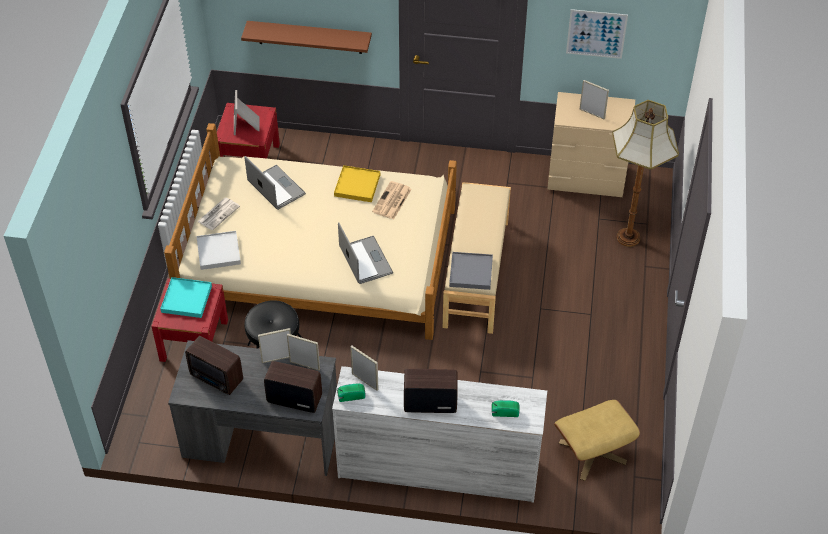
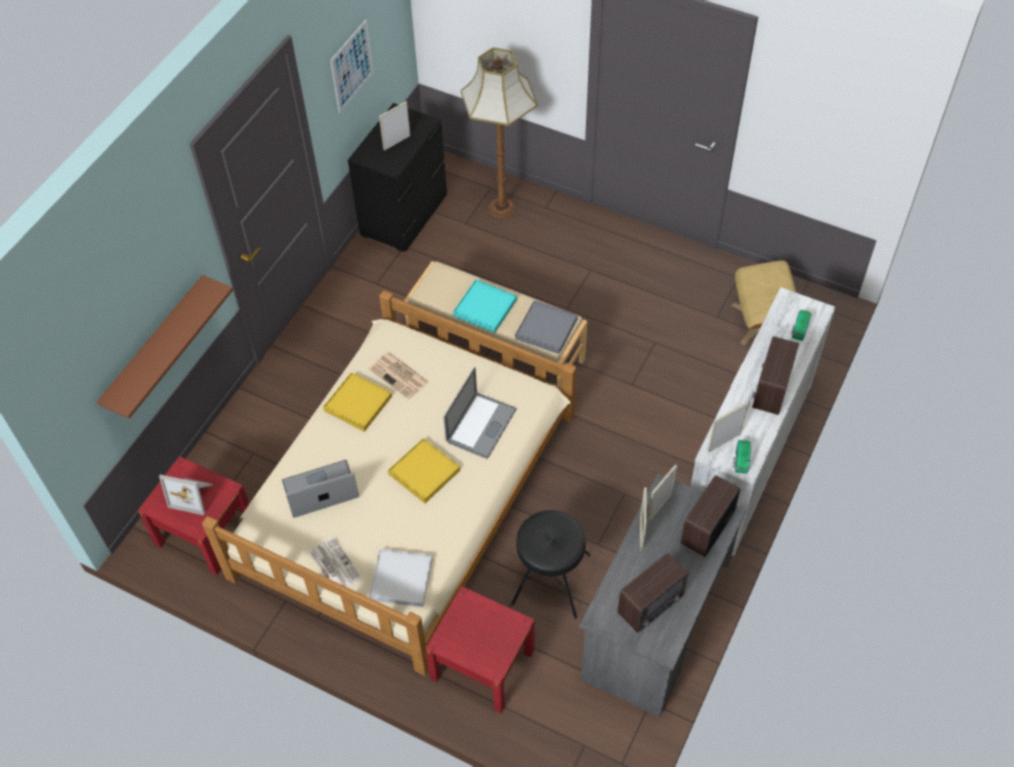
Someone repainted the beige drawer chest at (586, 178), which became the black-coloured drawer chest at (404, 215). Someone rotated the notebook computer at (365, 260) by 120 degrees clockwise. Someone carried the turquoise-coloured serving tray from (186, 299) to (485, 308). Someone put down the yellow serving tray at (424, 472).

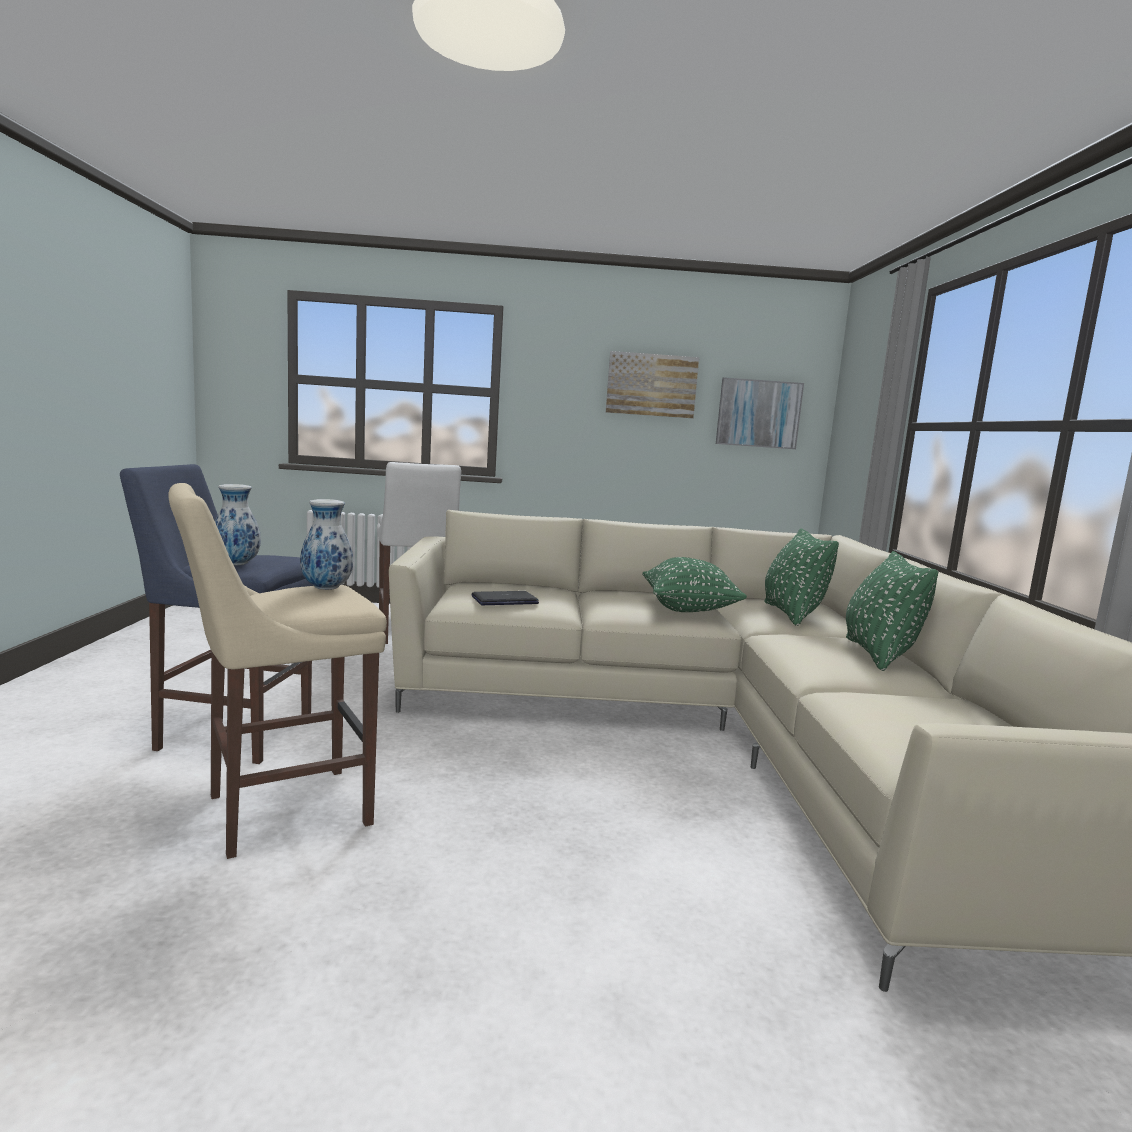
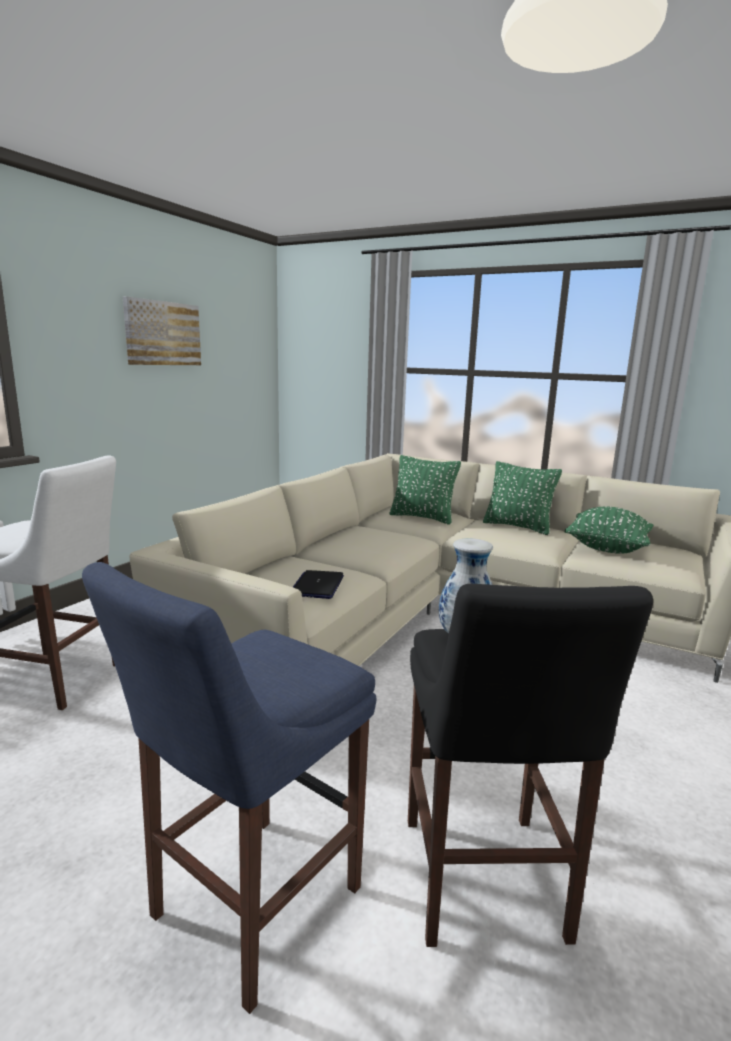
Someone took away the picture at (758, 413). Someone repainted the beige sitting stool at (279, 811), which became the black-coloured sitting stool at (483, 885). Someone took away the flower vase at (237, 564). Someone carried the green cushion from (688, 609) to (607, 548).

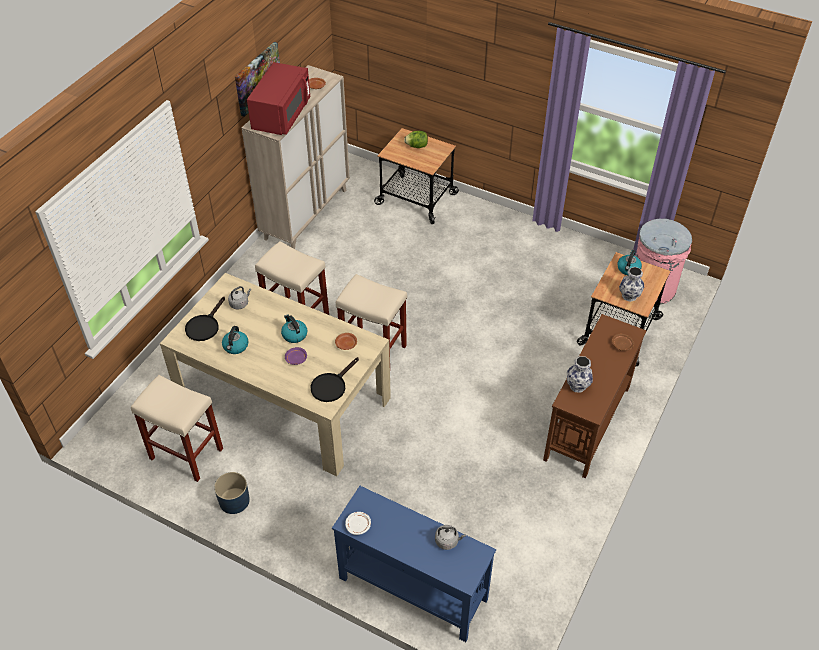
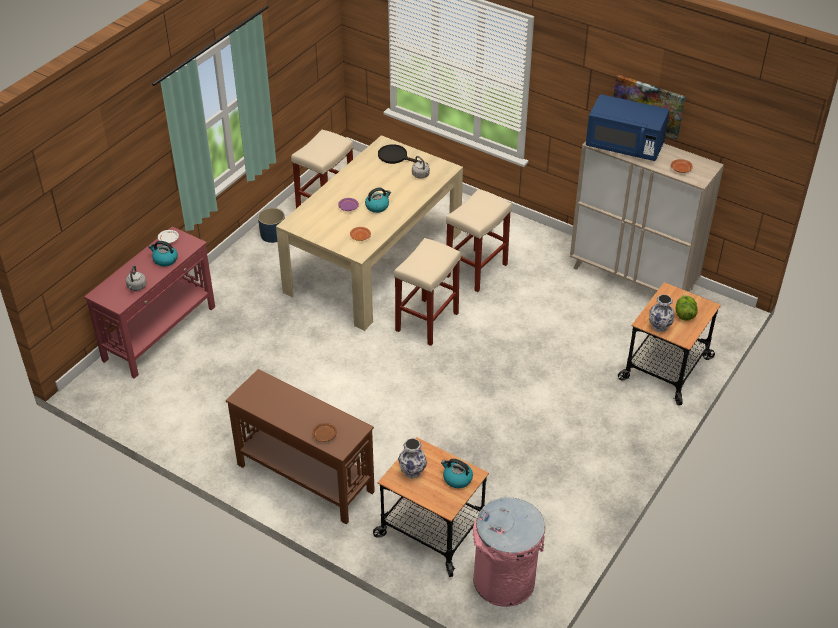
Someone repainted the red microwave oven at (281, 115), which became the bluish microwave oven at (624, 146). Someone carried the kettle from (235, 346) to (165, 260). Someone carried the flower vase from (577, 386) to (659, 326). Someone took away the black-coloured pan at (331, 385). Someone repainted the bluish narrow table at (412, 588), which became the red narrow table at (160, 333).

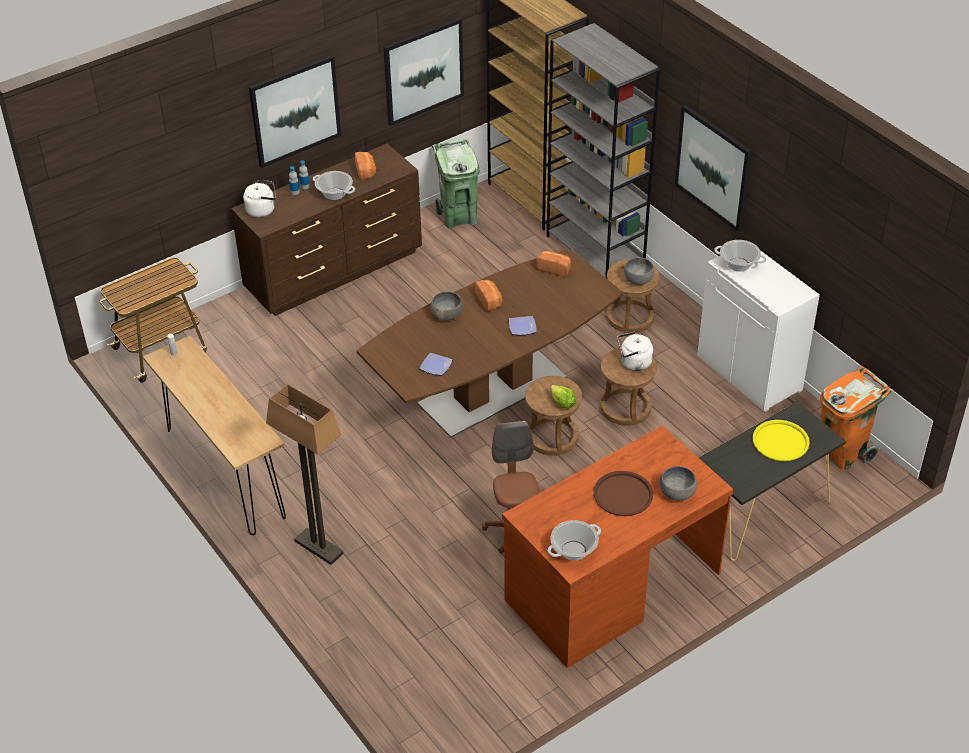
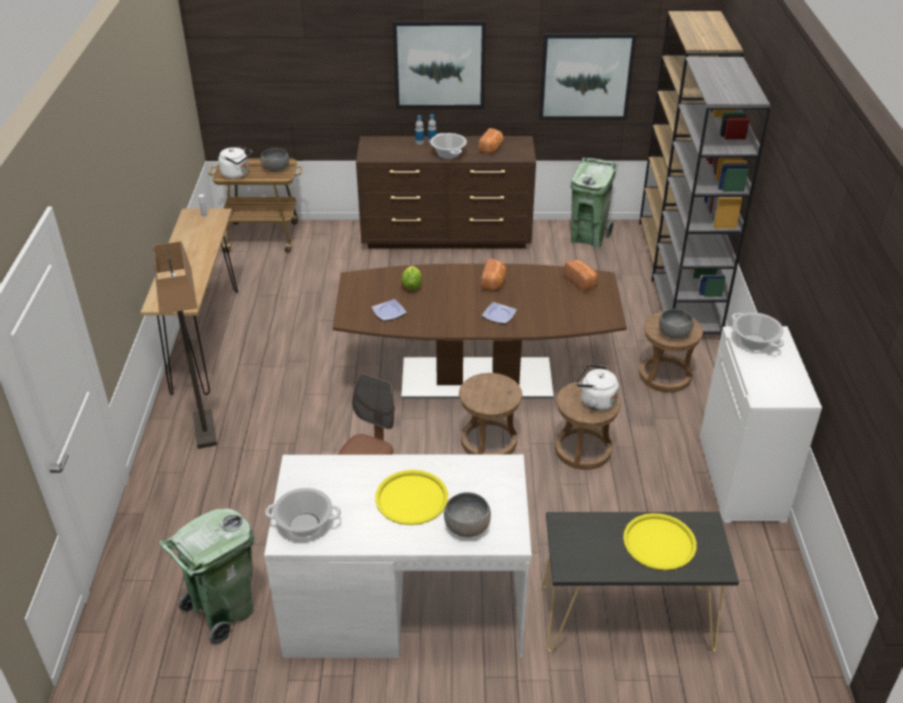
Someone took away the picture at (713, 167). Someone carried the white-coloured kettle from (262, 210) to (237, 174). Someone carried the gray deep dish from (446, 315) to (275, 169). Someone took away the orangey waste bin at (842, 453). Someone carried the lettuce from (562, 404) to (411, 286). Someone repainted the brownish desk table at (611, 586), which became the white-coloured desk table at (404, 604). Someone repainted the brownish serving tray at (623, 494), which became the yellow serving tray at (411, 498). Someone put down the green waste bin at (223, 611).

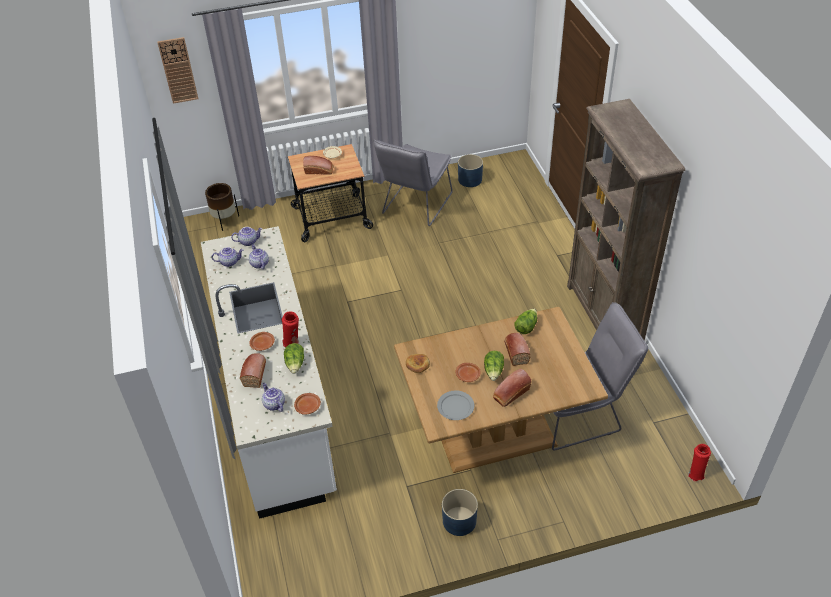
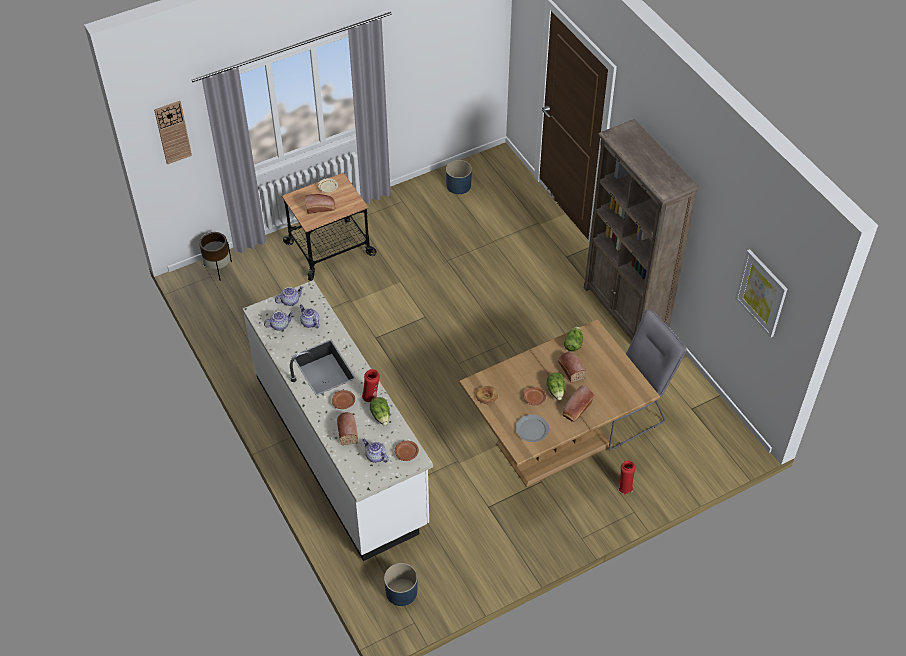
Someone took away the gray upright chair at (415, 206). Someone carried the red flower vase from (695, 473) to (625, 487). Someone carried the bluish plant pot from (459, 521) to (401, 592). Someone put up the picture at (761, 293).

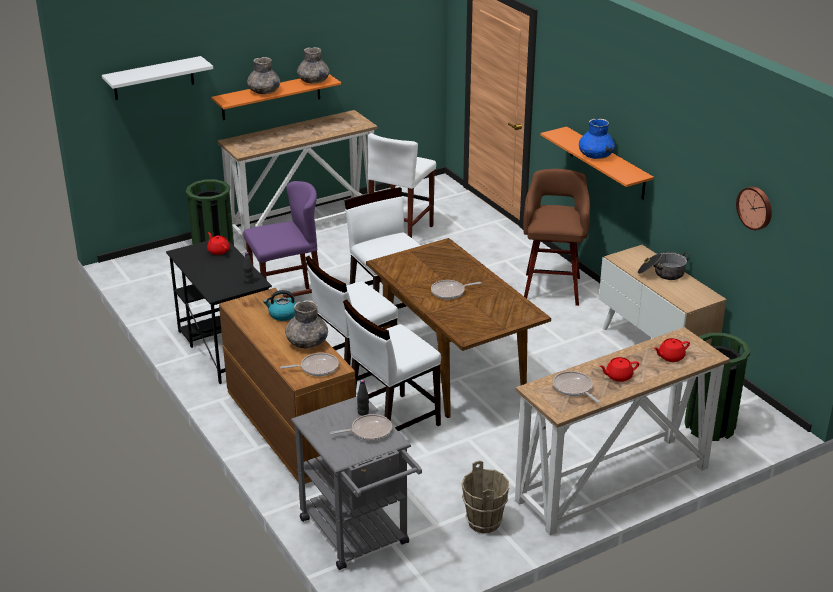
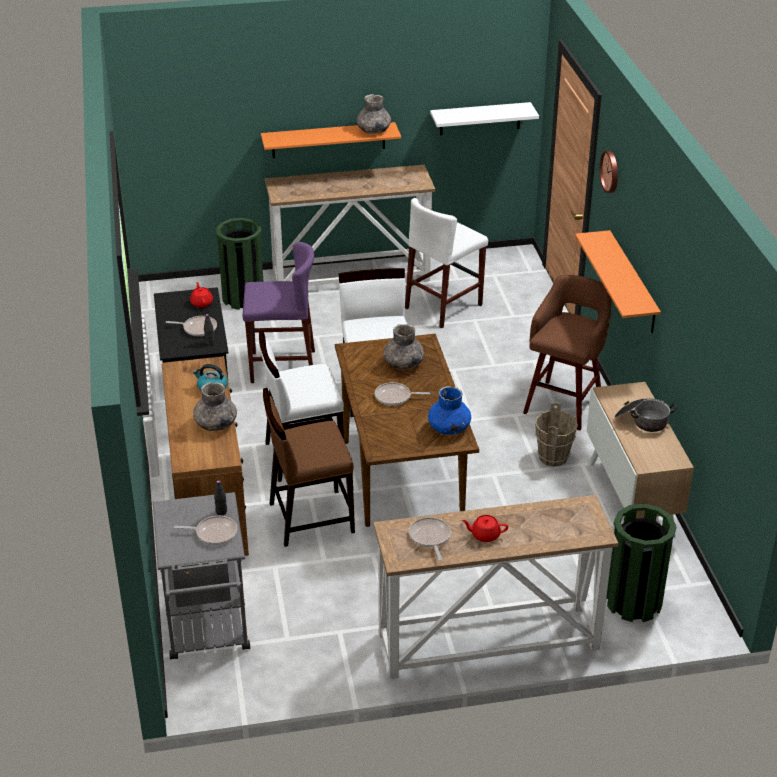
Someone carried the white-coloured shelf from (153, 78) to (480, 118). Someone carried the gray flower vase from (264, 92) to (403, 363). Someone carried the bluish flower vase from (595, 156) to (448, 428). Someone carried the clock on the wall from (755, 207) to (611, 171). Someone repainted the white-coloured upright chair at (392, 421), which became the brownish upright chair at (310, 517). Someone took away the red pot for tea at (670, 357). Someone carried the pan from (317, 368) to (198, 328). Someone carried the brownish pail from (484, 522) to (553, 457).

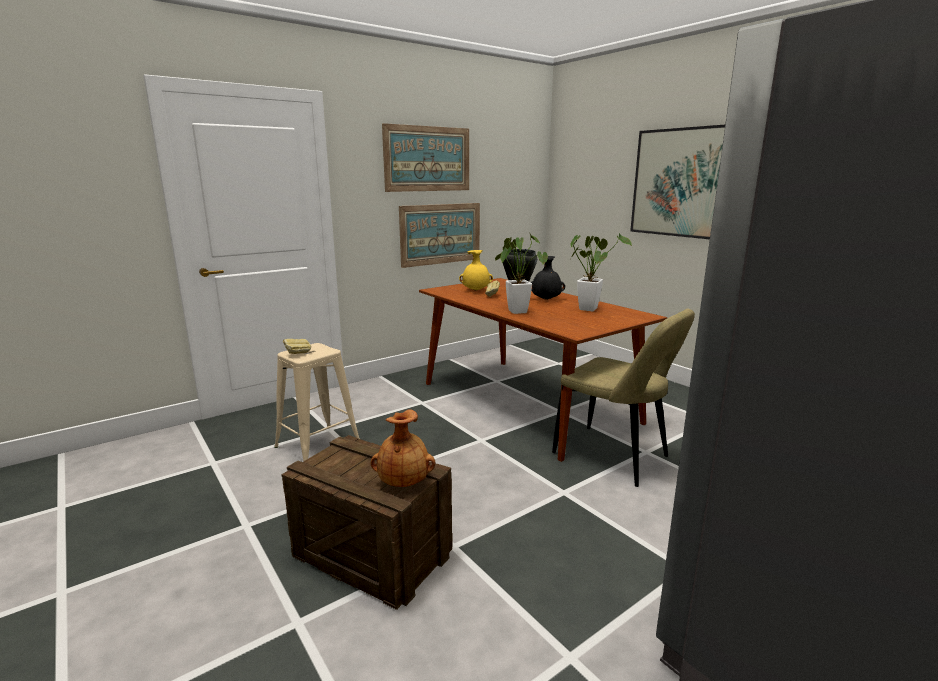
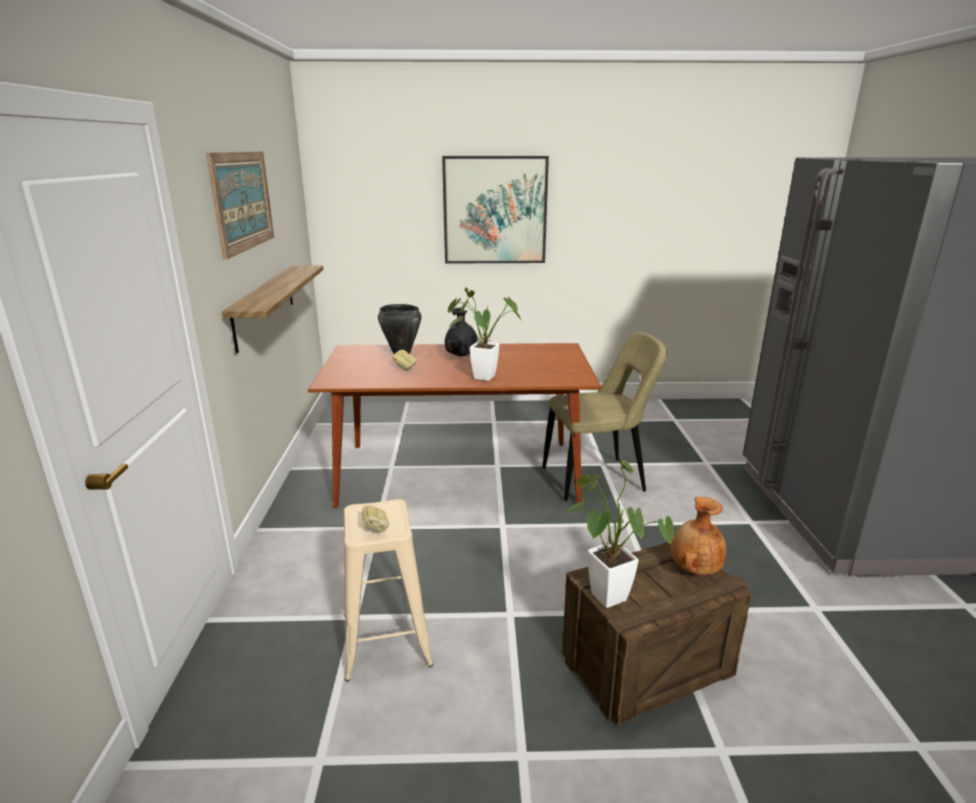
Someone swapped the picture at (441, 234) for the shelf at (264, 305). Someone carried the potted plant from (589, 308) to (604, 592). Someone took away the yellow flower vase at (476, 290).

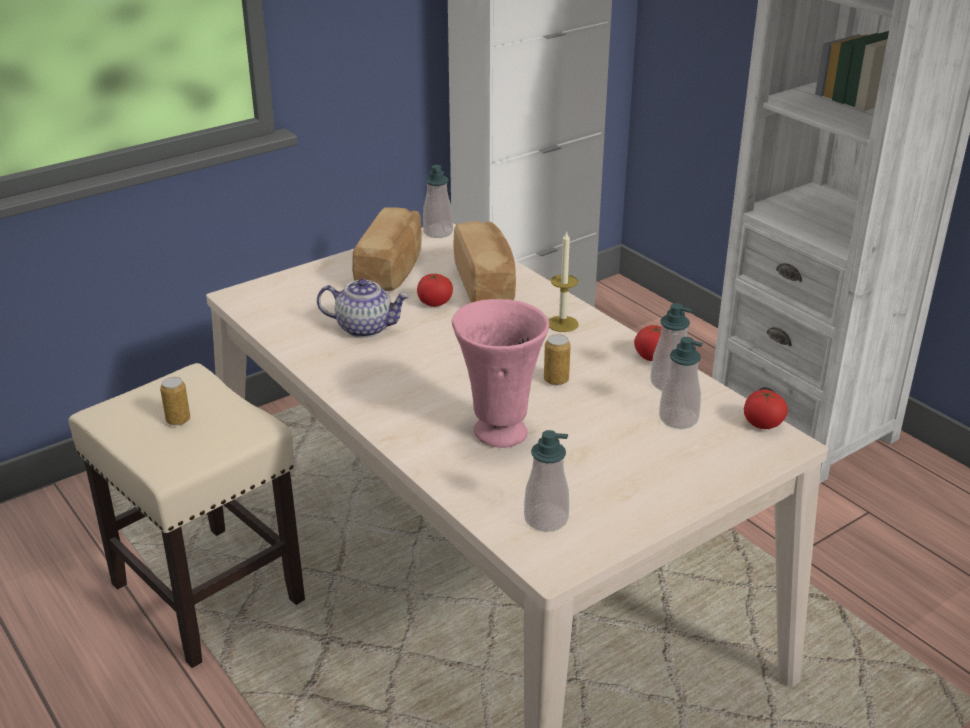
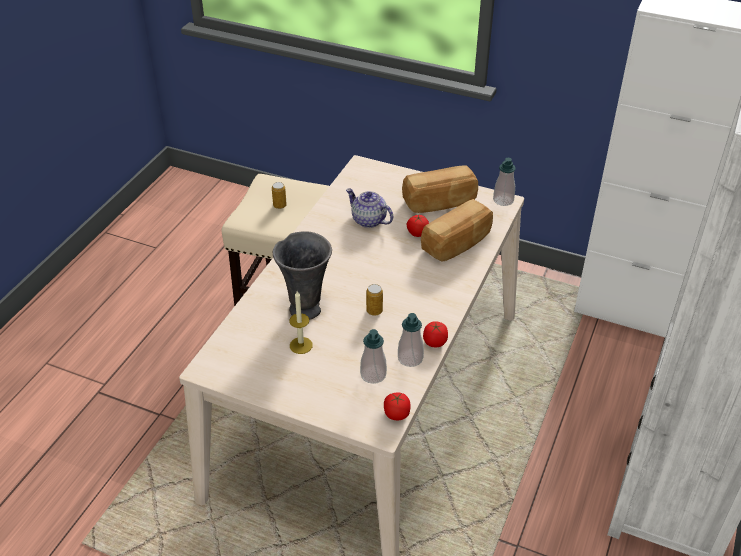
Someone carried the wax candle from (562, 324) to (301, 345). Someone rotated the pot for tea at (365, 328) by 150 degrees clockwise. Someone repainted the pinkish flower vase at (499, 431), which became the gray flower vase at (306, 308). Someone took away the soap dispenser at (546, 519).

